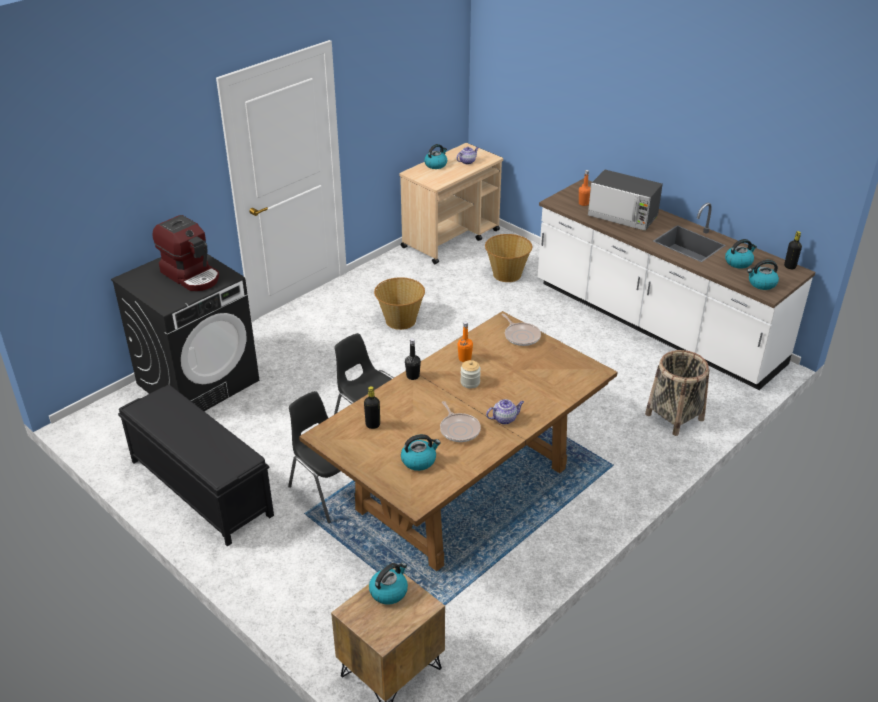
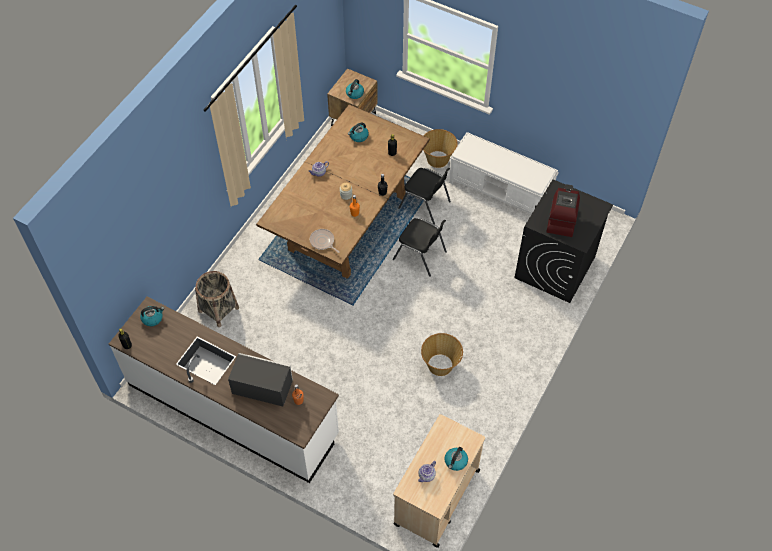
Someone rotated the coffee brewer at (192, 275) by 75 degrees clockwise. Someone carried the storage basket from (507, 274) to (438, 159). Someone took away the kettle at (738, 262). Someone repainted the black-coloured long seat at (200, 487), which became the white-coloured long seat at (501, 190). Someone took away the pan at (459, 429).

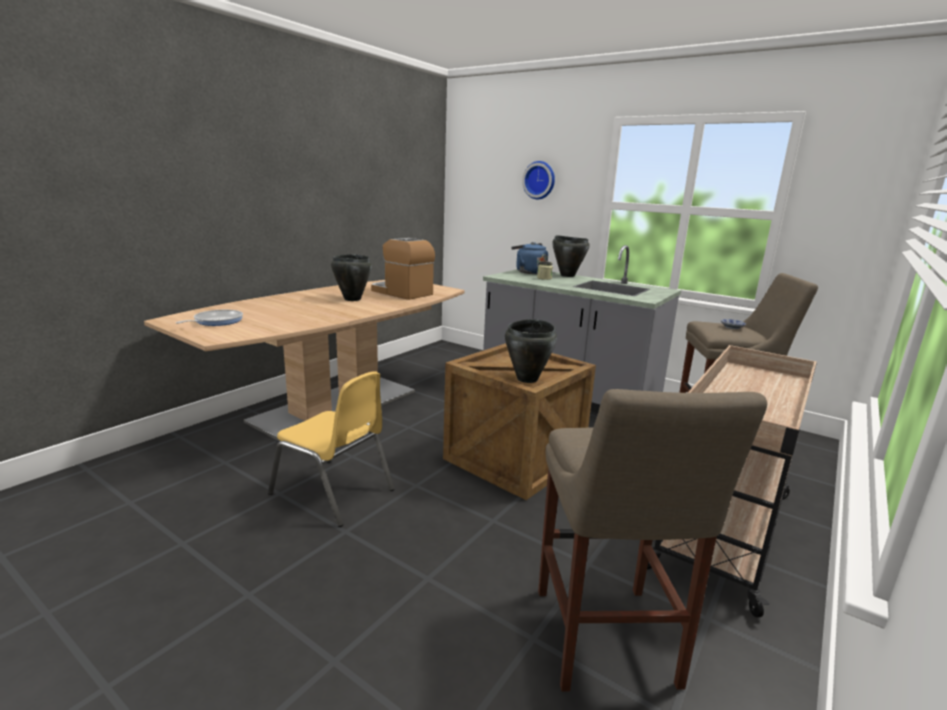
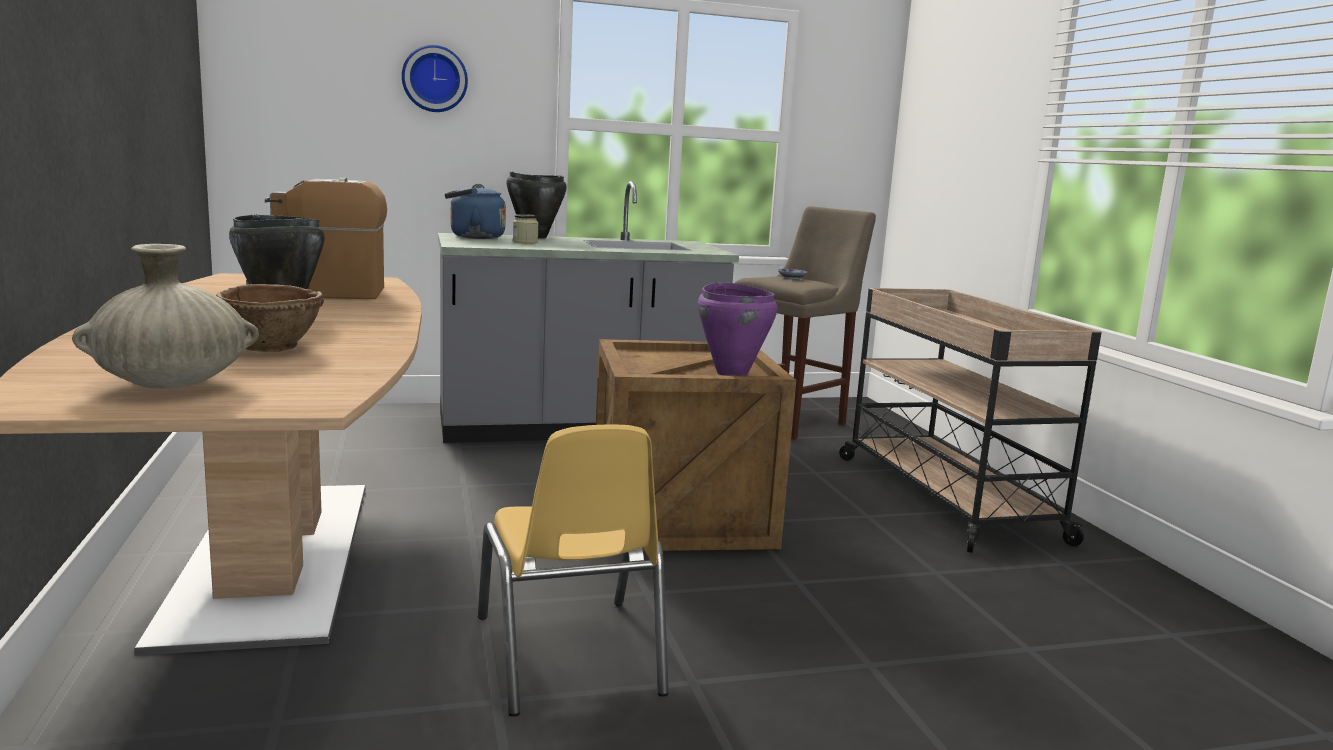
Someone swapped the pan at (216, 321) for the beige flower vase at (172, 384). Someone repainted the black-coloured saucepot at (528, 379), which became the purple-coloured saucepot at (732, 373). Someone rotated the yellow upright chair at (333, 492) by 90 degrees clockwise. Someone took away the beige sitting stool at (605, 642). Someone put down the brownish deep dish at (273, 347).

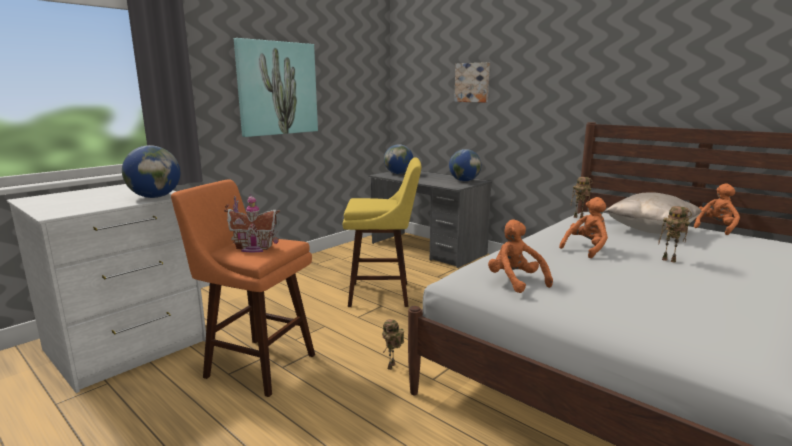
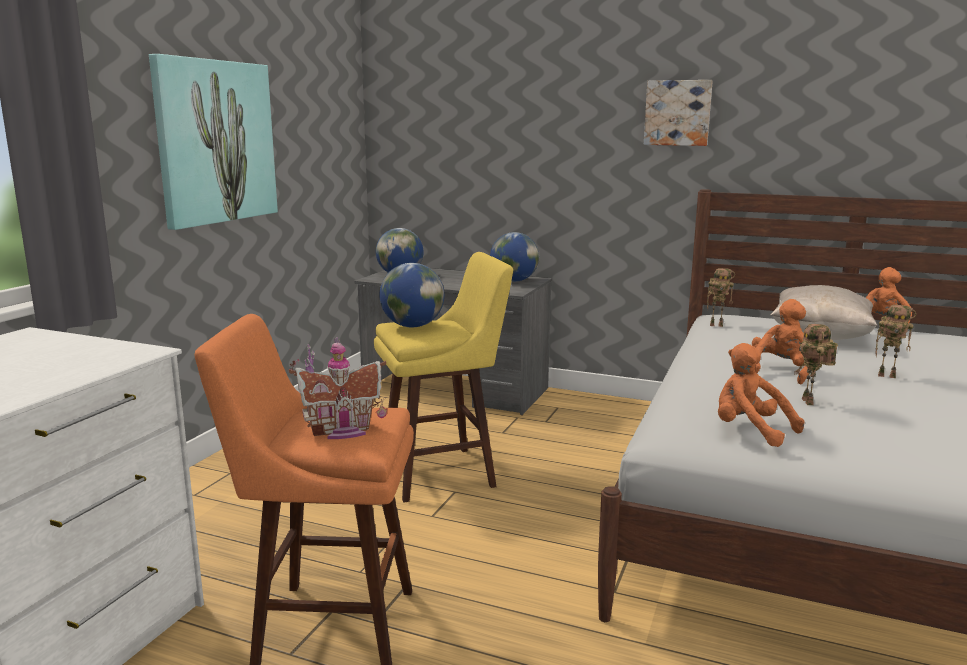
Someone carried the picture from (472, 82) to (677, 113). Someone carried the globe from (155, 197) to (412, 326). Someone carried the model robot from (392, 367) to (810, 402).

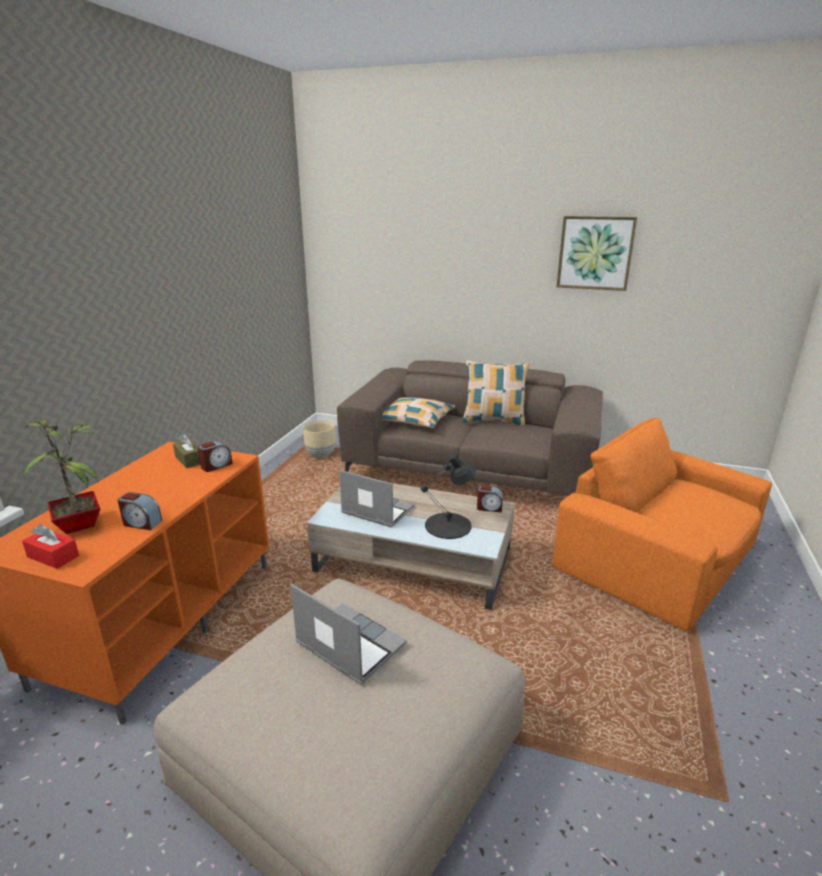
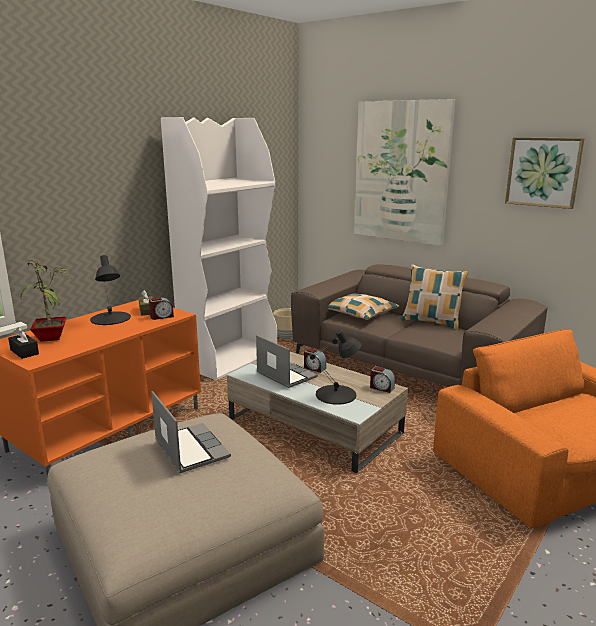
Someone carried the table clock from (141, 523) to (314, 368). Someone repainted the red tissue holder at (53, 556), which became the black-coloured tissue holder at (24, 352). Someone put up the picture at (401, 172). Someone put down the white-coloured shelving unit at (230, 359). Someone put down the black-coloured table lamp at (110, 318).

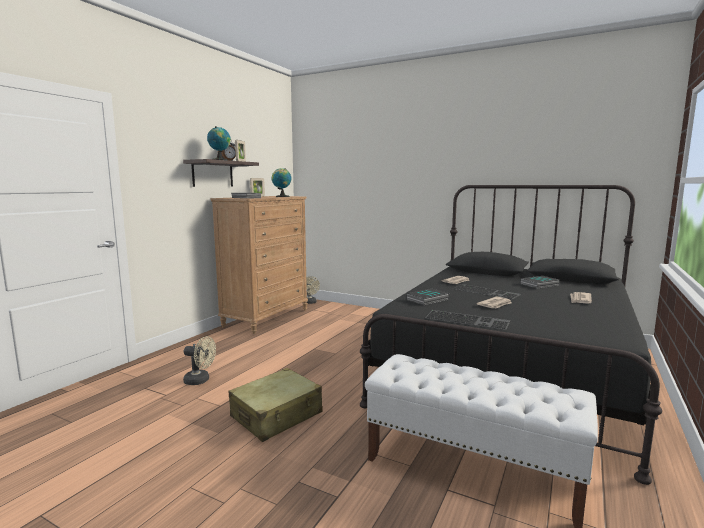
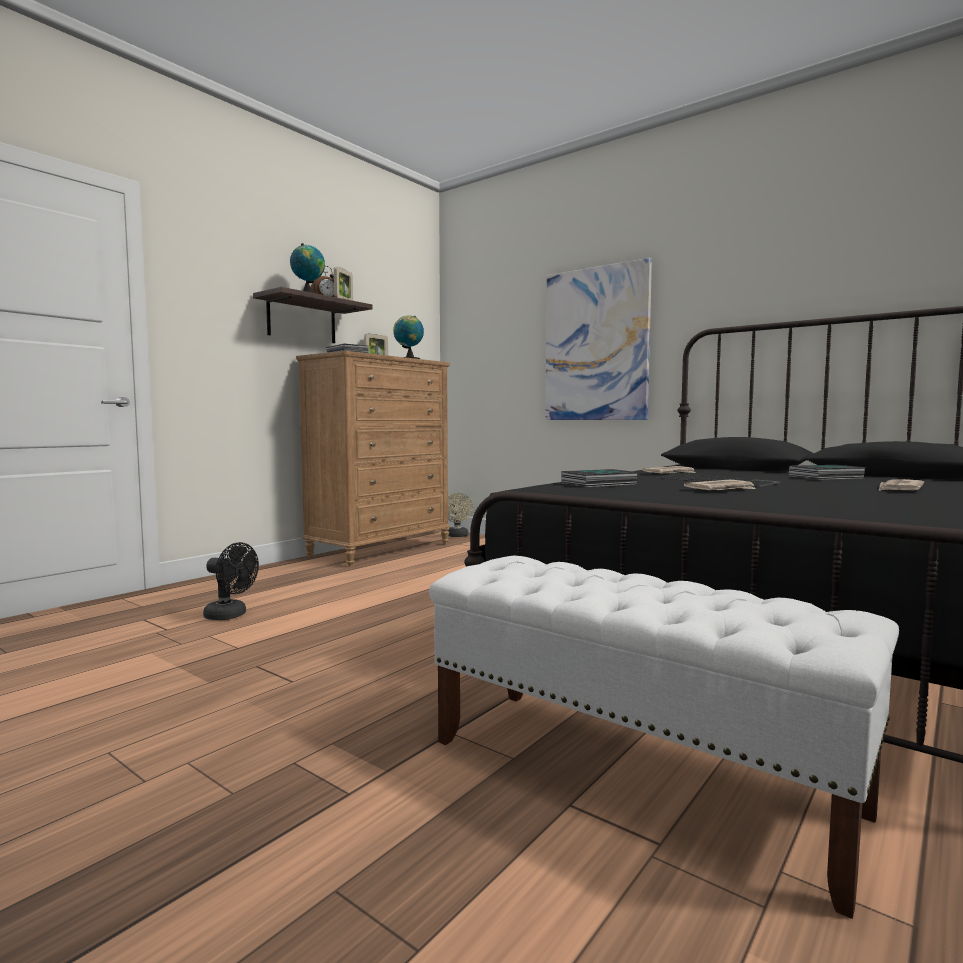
Someone took away the computer keyboard at (468, 319). Someone repainted the beige electric fan at (200, 380), which became the black-coloured electric fan at (230, 616). Someone took away the beige piece of luggage at (277, 415). Someone put up the picture at (596, 344).

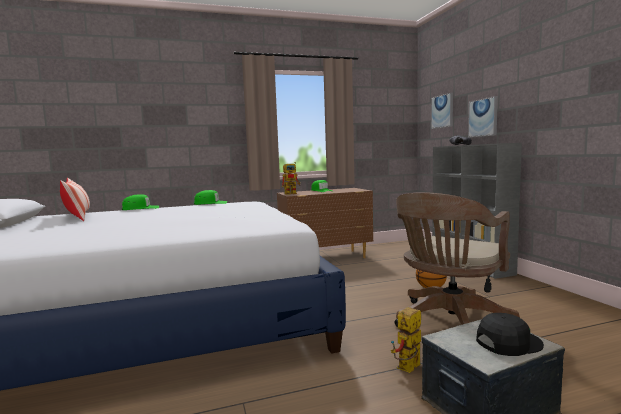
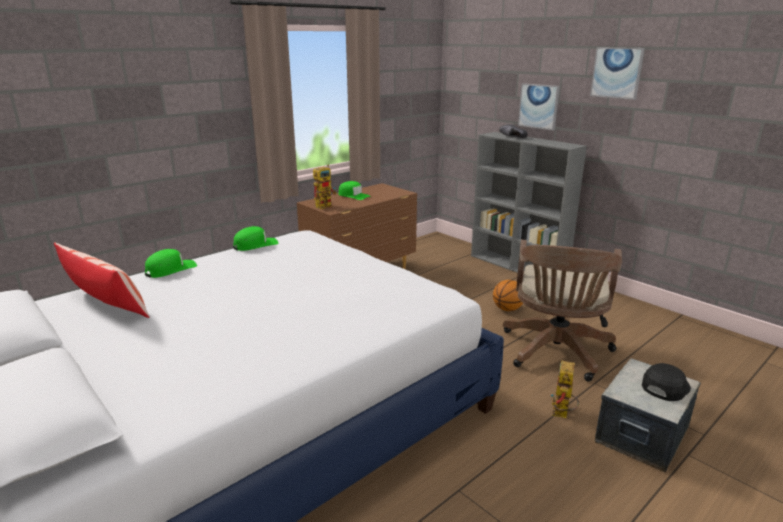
Someone carried the picture from (442, 111) to (616, 73).

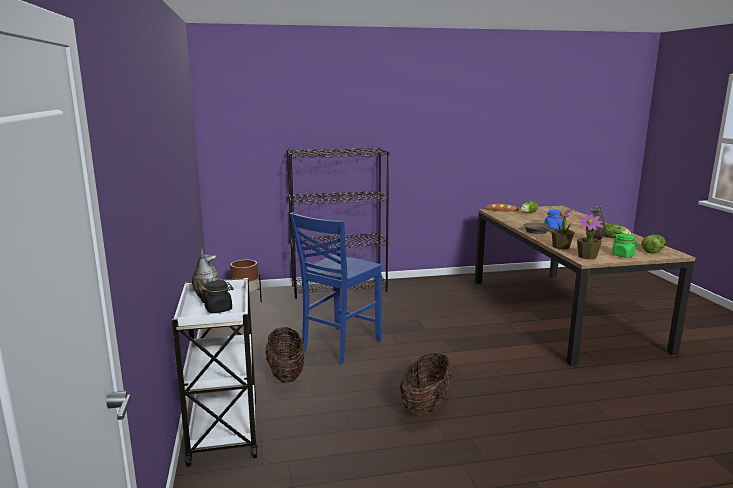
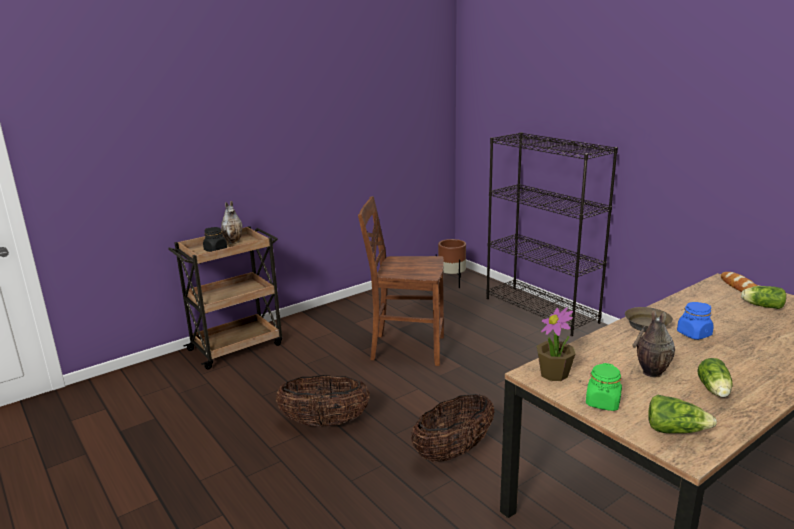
Someone took away the potted plant at (561, 247). Someone repainted the bluish upright chair at (339, 346), which became the brownish upright chair at (406, 348). Someone repainted the white-coloured wheeled cart at (224, 429), which became the brownish wheeled cart at (237, 346). Someone carried the storage basket from (286, 374) to (453, 451).

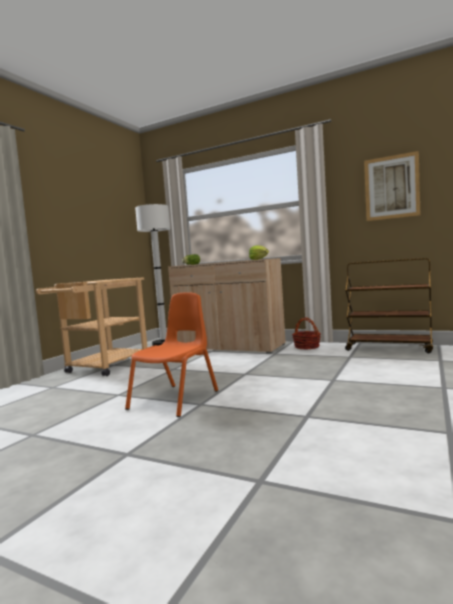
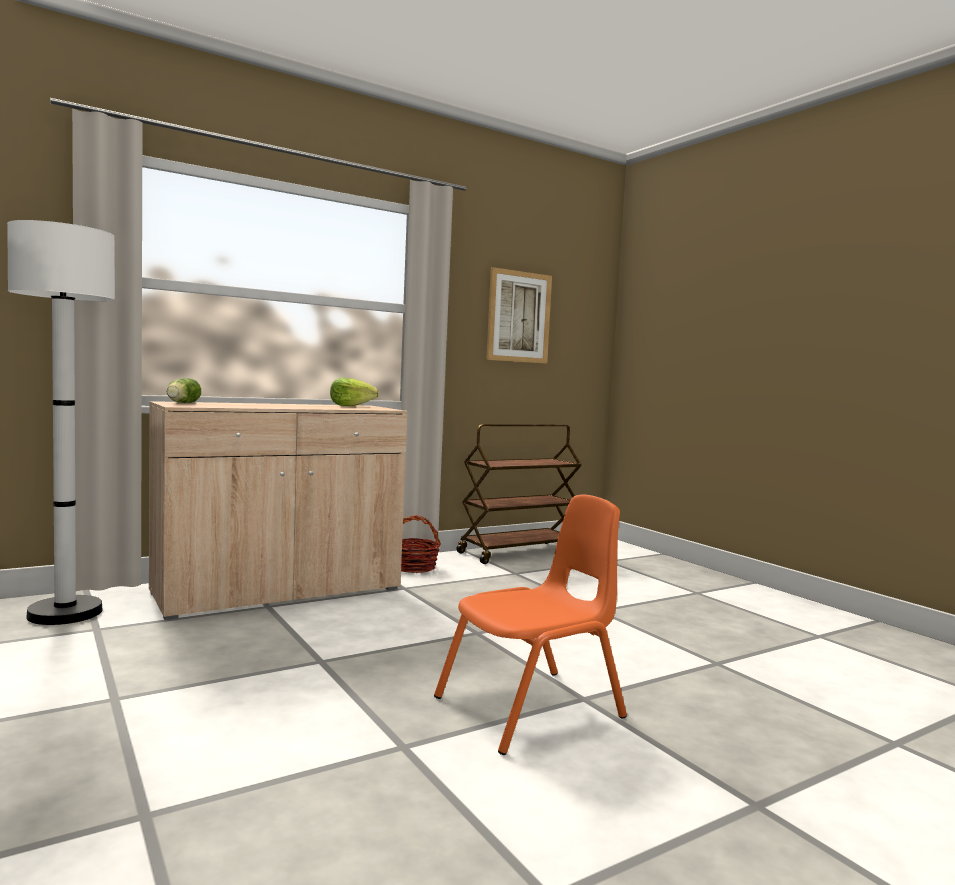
Someone took away the beige wheeled cart at (103, 368). Someone rotated the orangey upright chair at (175, 400) by 90 degrees clockwise.

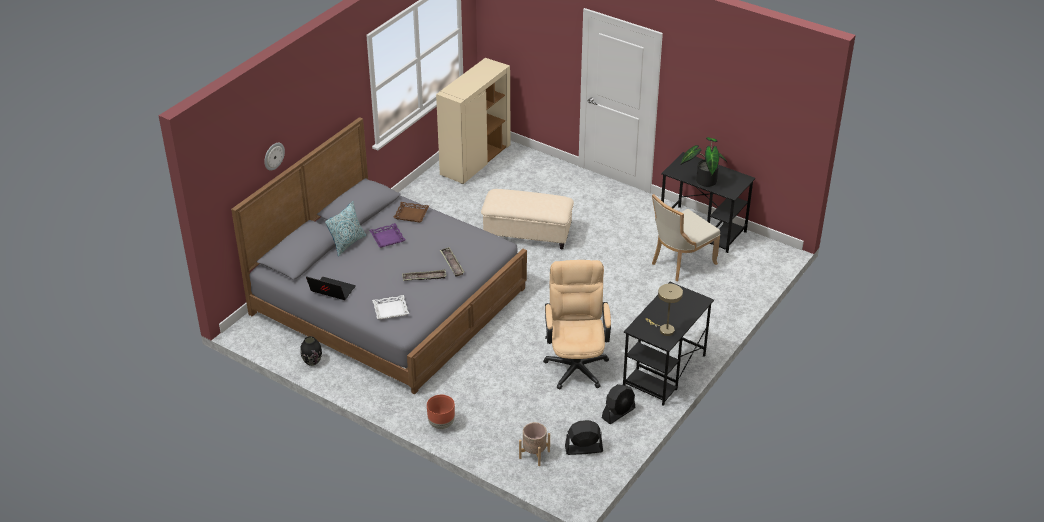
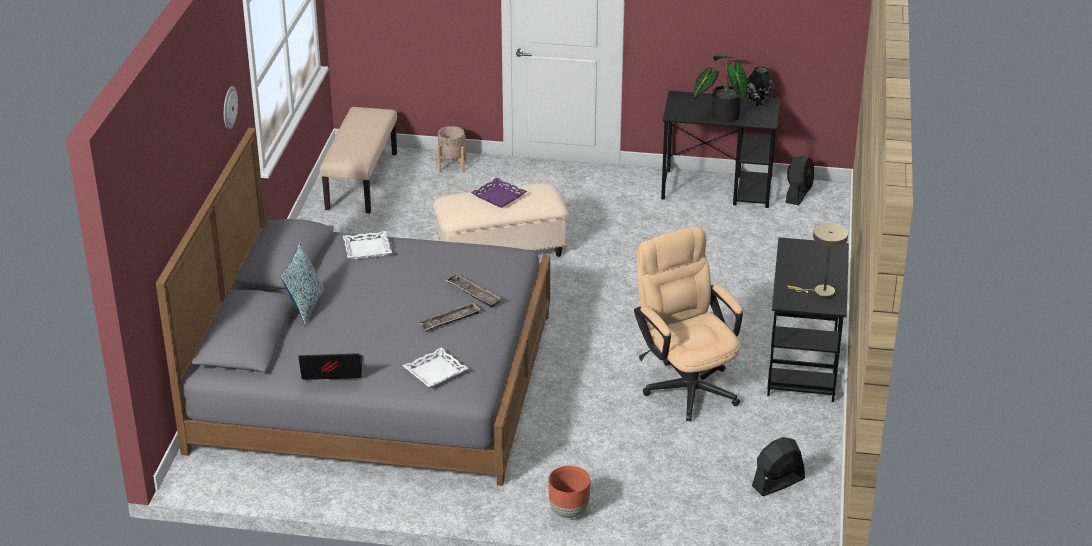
Someone swapped the beige cabinet at (475, 160) for the beige long seat at (361, 181). Someone carried the clock on the wall from (273, 156) to (229, 107). Someone took away the beige upright chair at (680, 263). Someone repainted the brownish serving tray at (411, 214), which became the white-coloured serving tray at (367, 249). Someone carried the purple-coloured serving tray from (387, 238) to (498, 196). Someone carried the black-coloured flower vase from (312, 361) to (758, 102). Someone carried the black-coloured electric fan from (618, 413) to (798, 194). Someone carried the beige plant pot from (534, 454) to (452, 165).

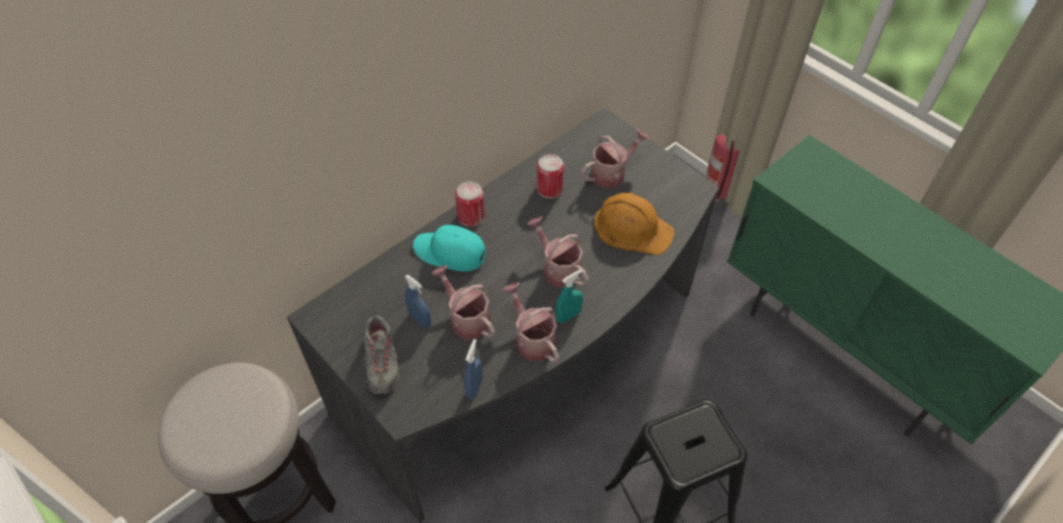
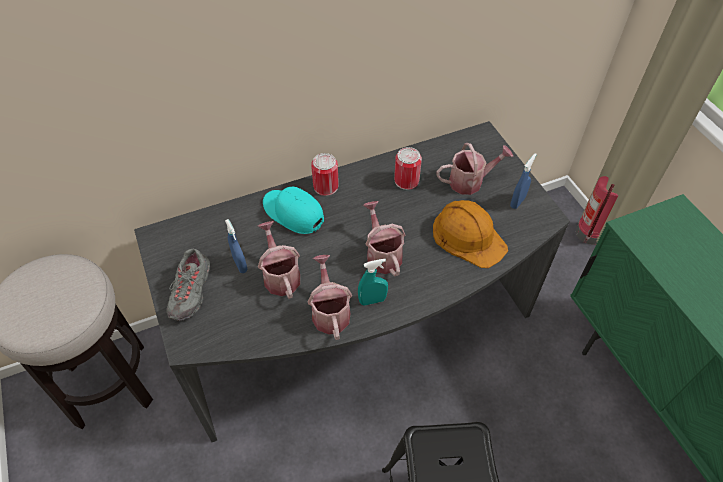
Someone carried the bluish sprayer from (474, 388) to (517, 202).

